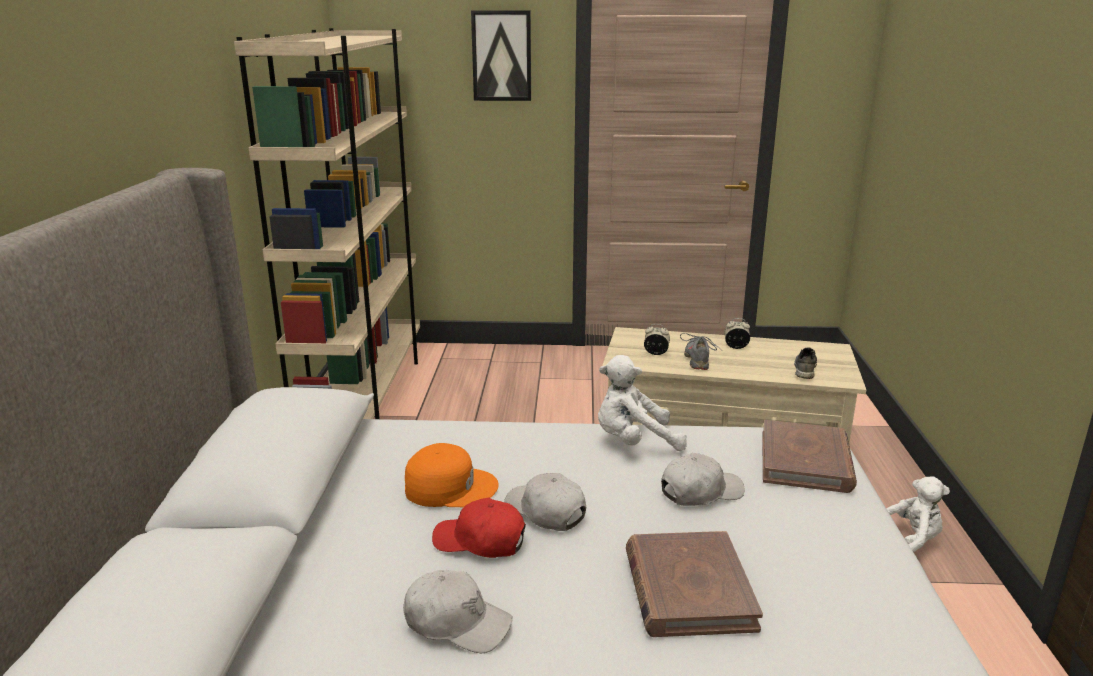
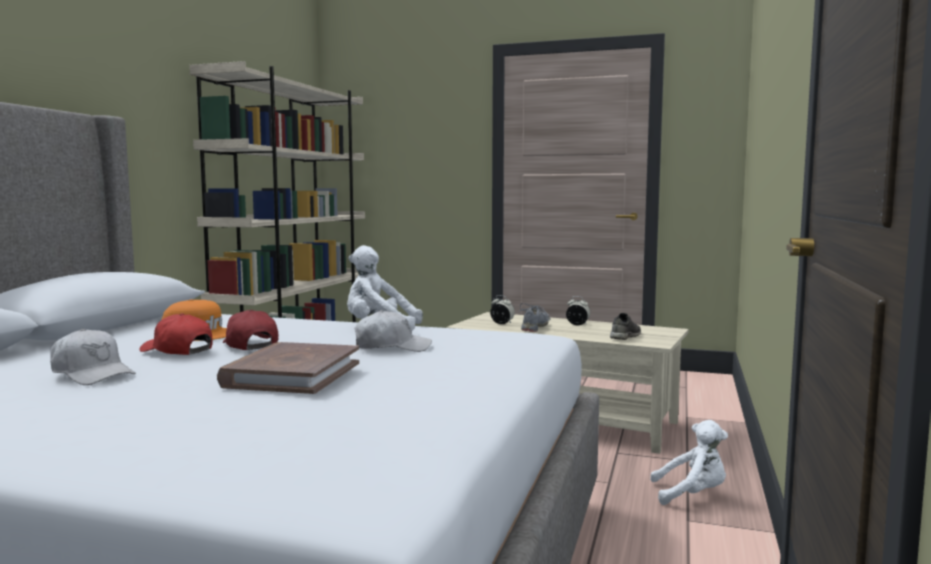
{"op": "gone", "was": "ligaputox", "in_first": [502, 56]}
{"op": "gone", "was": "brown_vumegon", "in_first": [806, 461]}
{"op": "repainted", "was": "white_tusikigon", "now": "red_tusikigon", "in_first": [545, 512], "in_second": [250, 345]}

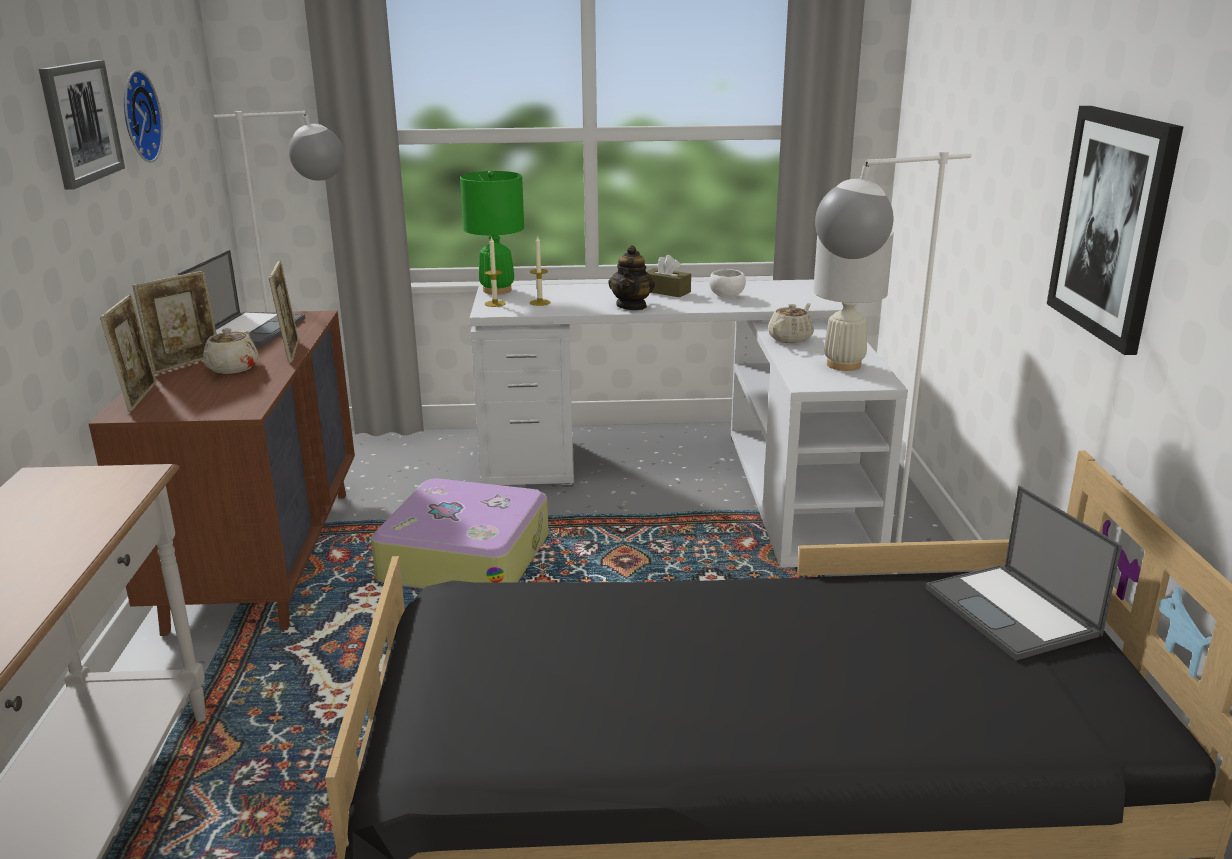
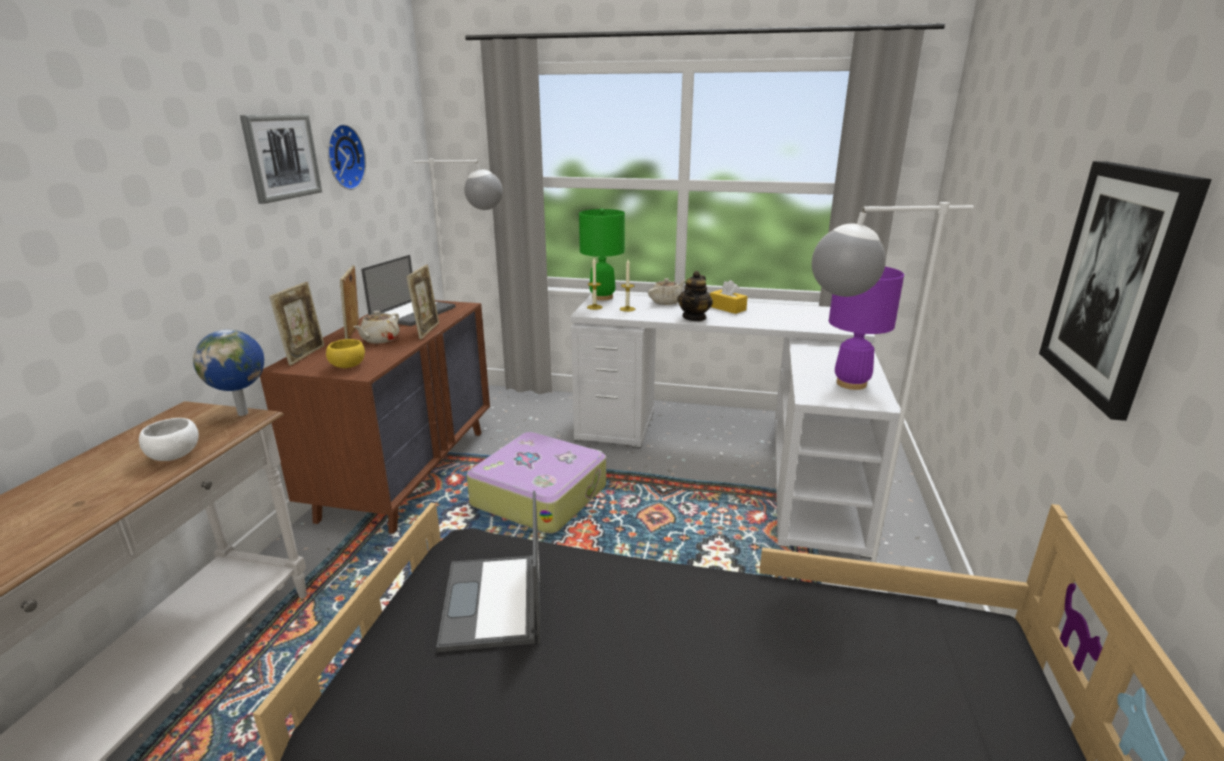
{"op": "new", "now": "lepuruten", "in_second": [244, 413]}
{"op": "new", "now": "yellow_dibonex", "in_second": [349, 366]}
{"op": "shifted", "was": "white_dibonex", "in_first": [726, 295], "in_second": [176, 455]}
{"op": "shifted", "was": "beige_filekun", "in_first": [790, 338], "in_second": [666, 302]}
{"op": "shifted", "was": "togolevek", "in_first": [1013, 612], "in_second": [493, 603]}
{"op": "repainted", "was": "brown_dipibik", "now": "yellow_dipibik", "in_first": [666, 291], "in_second": [727, 308]}
{"op": "repainted", "was": "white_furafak", "now": "purple_furafak", "in_first": [844, 365], "in_second": [851, 383]}
{"op": "rotated", "was": "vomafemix", "in_first": [186, 364], "in_second": [354, 333], "clockwise": 120}

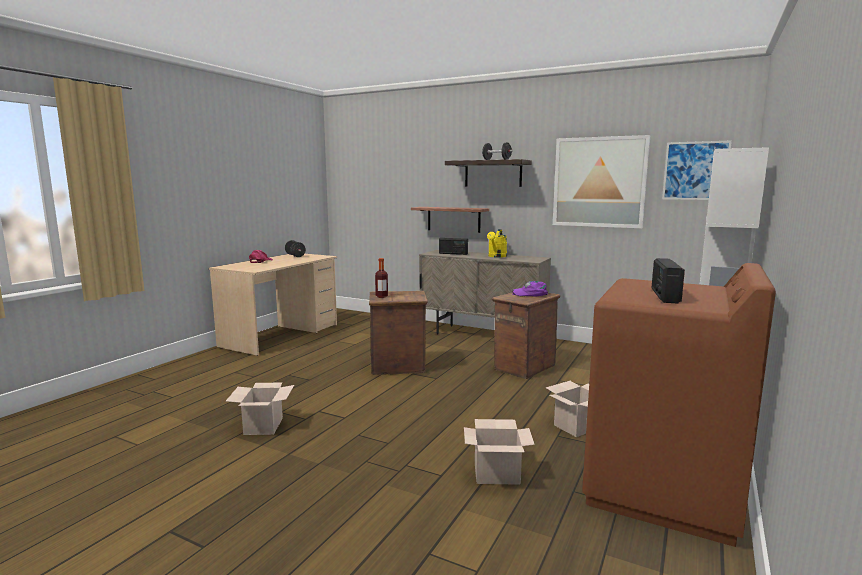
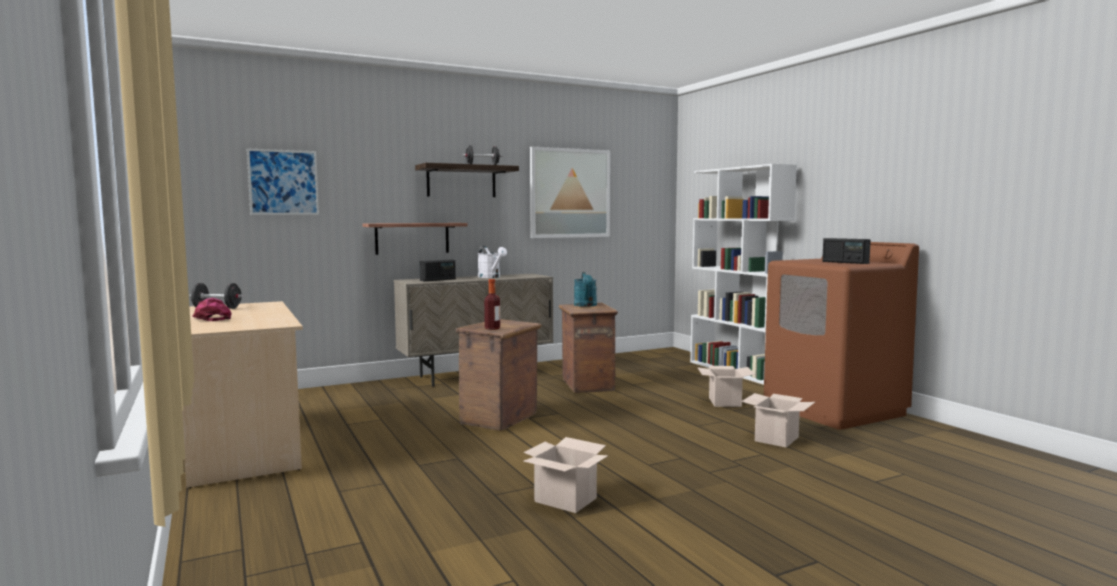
{"op": "shifted", "was": "ligaputox", "in_first": [695, 171], "in_second": [283, 182]}
{"op": "swapped", "was": "purple_tusikigon", "now": "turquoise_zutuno", "in_first": [530, 294], "in_second": [586, 305]}
{"op": "repainted", "was": "yellow_zutuno", "now": "white_zutuno", "in_first": [496, 256], "in_second": [491, 277]}

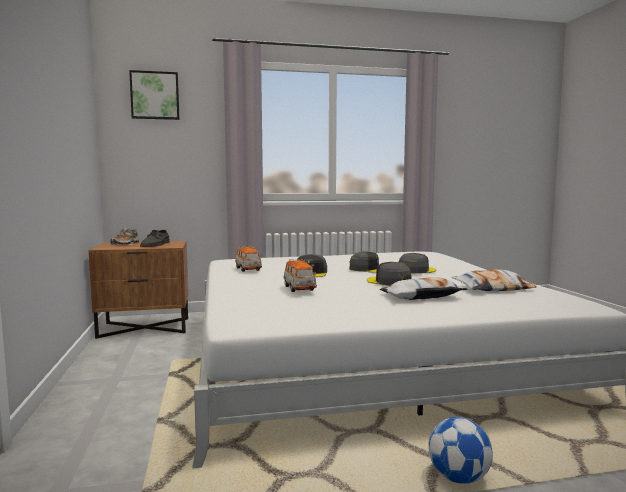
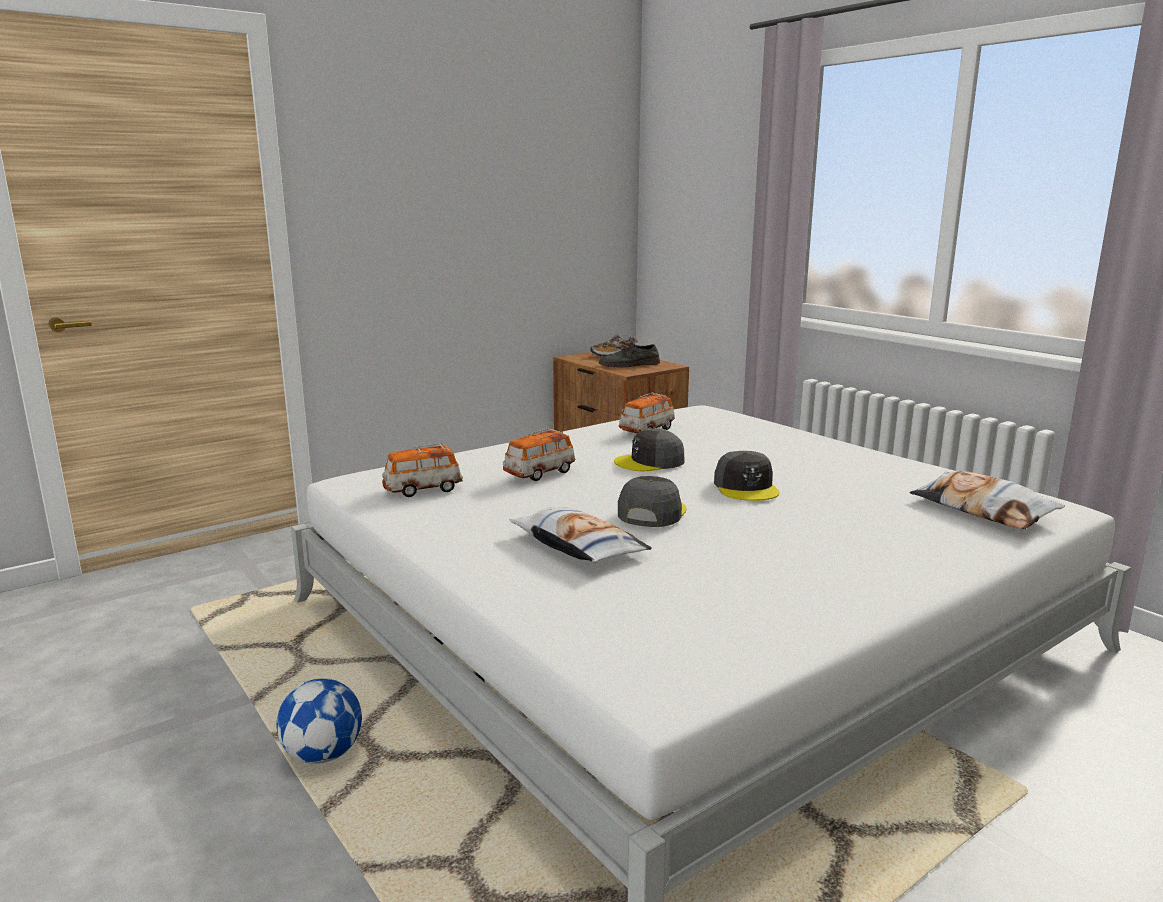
{"op": "gone", "was": "ligaputox", "in_first": [155, 95]}
{"op": "gone", "was": "grey_tusikigon", "in_first": [416, 270]}
{"op": "new", "now": "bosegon", "in_second": [422, 489]}
{"op": "shifted", "was": "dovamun", "in_first": [493, 288], "in_second": [982, 509]}

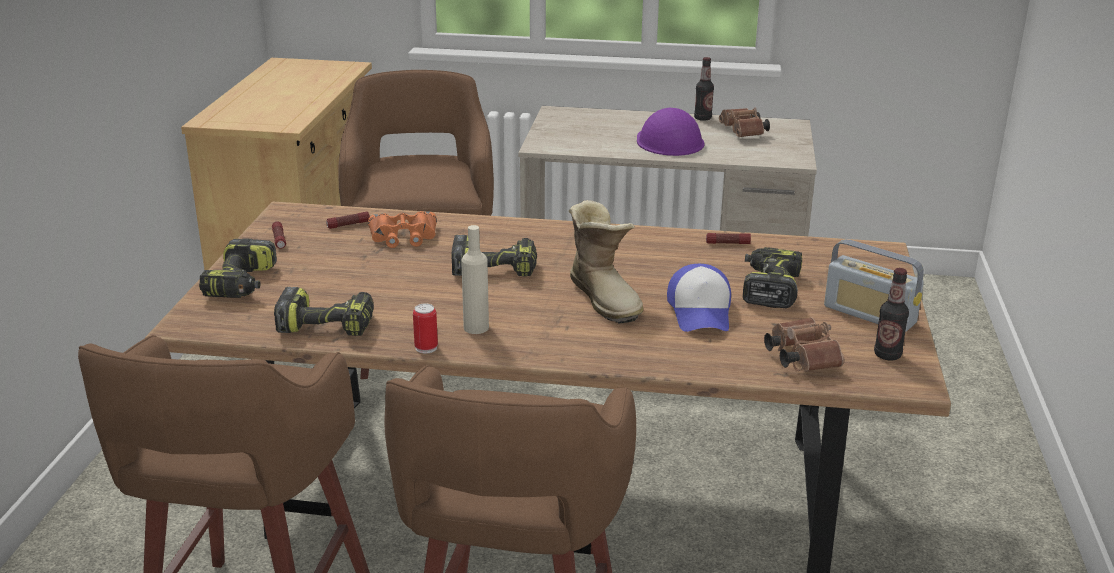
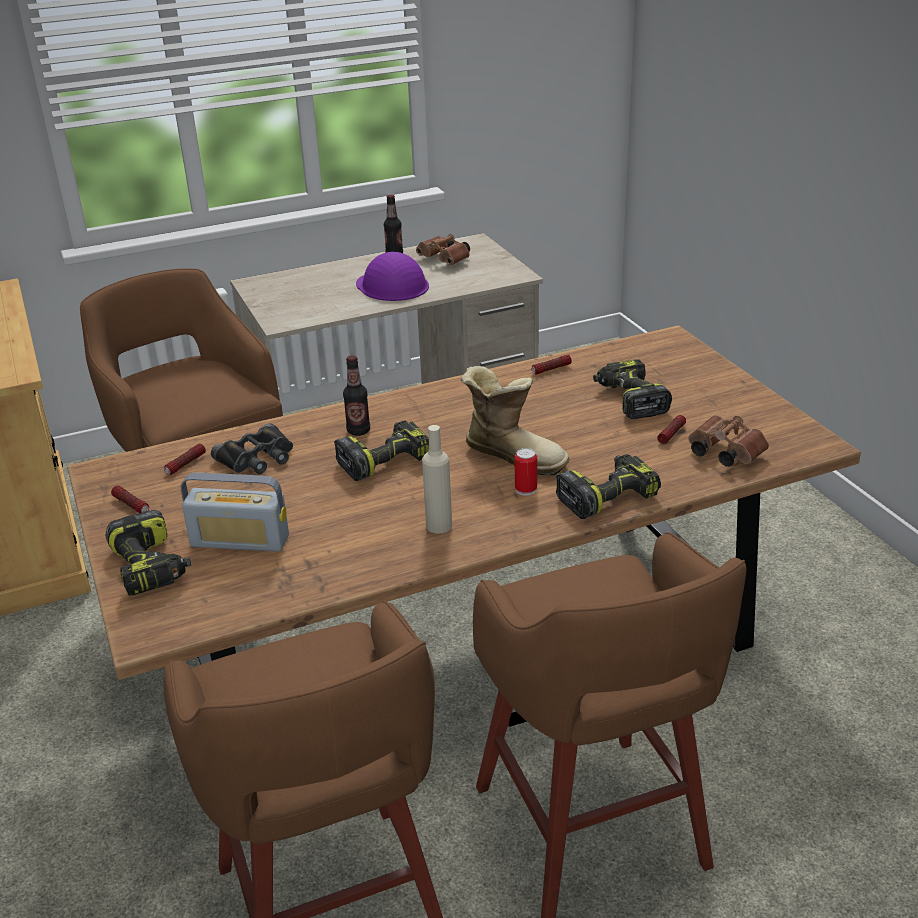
{"op": "gone", "was": "tusikigon", "in_first": [701, 312]}
{"op": "new", "now": "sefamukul", "in_second": [671, 434]}
{"op": "shifted", "was": "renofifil", "in_first": [328, 324], "in_second": [607, 496]}
{"op": "shifted", "was": "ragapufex", "in_first": [426, 348], "in_second": [526, 489]}
{"op": "shifted", "was": "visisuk", "in_first": [869, 315], "in_second": [240, 541]}
{"op": "shifted", "was": "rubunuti", "in_first": [887, 355], "in_second": [358, 431]}
{"op": "repainted", "was": "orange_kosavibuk", "now": "black_kosavibuk", "in_first": [403, 236], "in_second": [257, 458]}

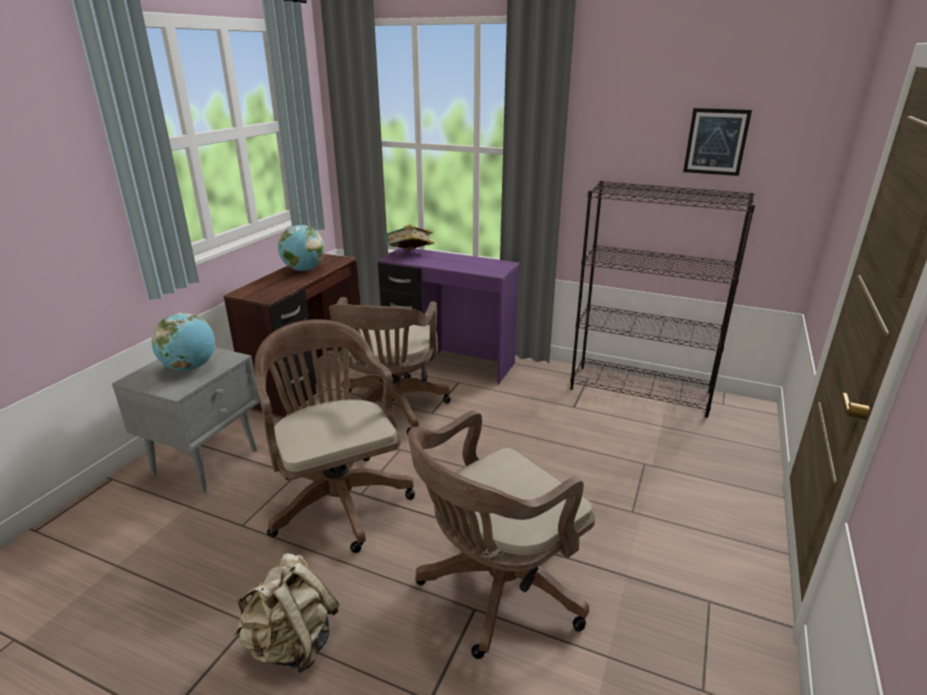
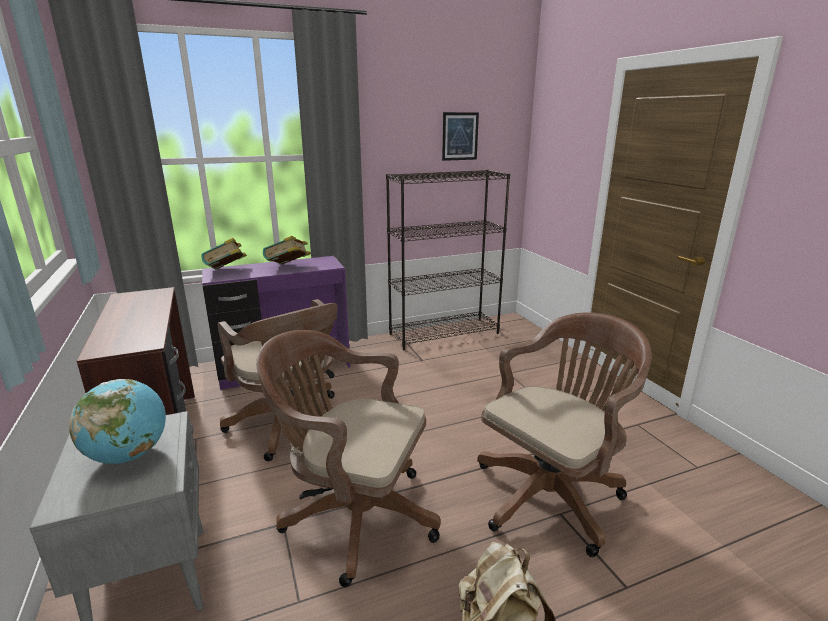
{"op": "gone", "was": "lepuruten", "in_first": [303, 270]}
{"op": "new", "now": "vumegon", "in_second": [288, 268]}
{"op": "rotated", "was": "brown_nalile", "in_first": [496, 590], "in_second": [552, 493], "clockwise": -135}

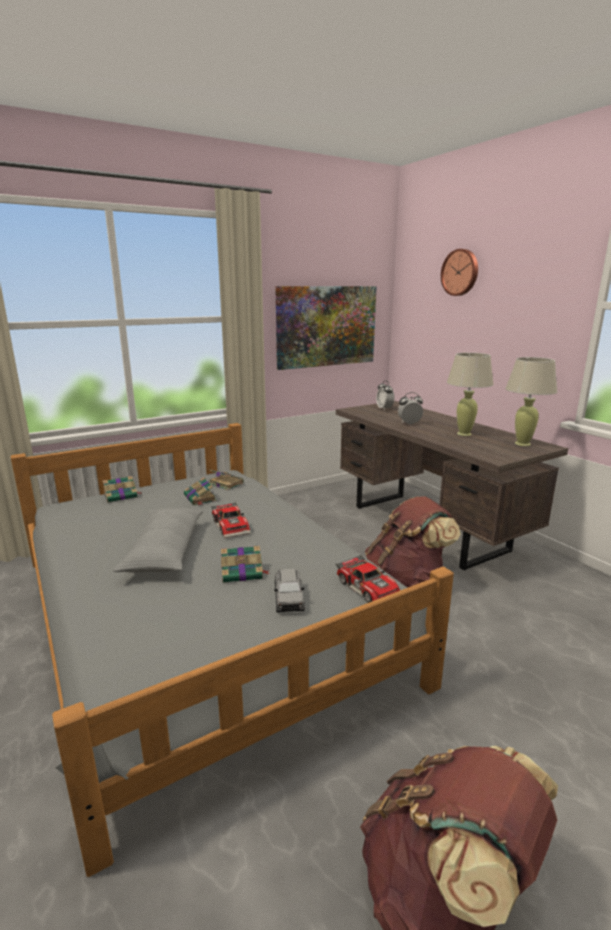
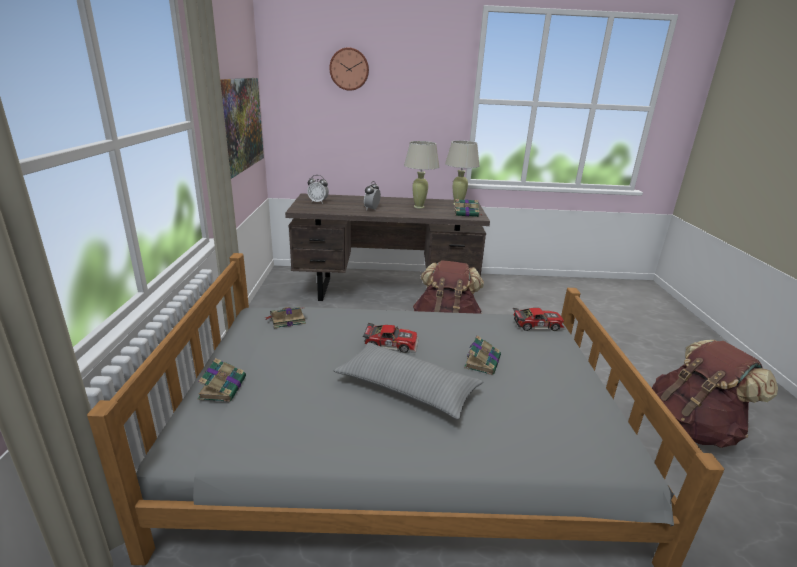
{"op": "gone", "was": "grey_bosegon", "in_first": [289, 599]}
{"op": "shifted", "was": "vumegon", "in_first": [200, 498], "in_second": [466, 214]}

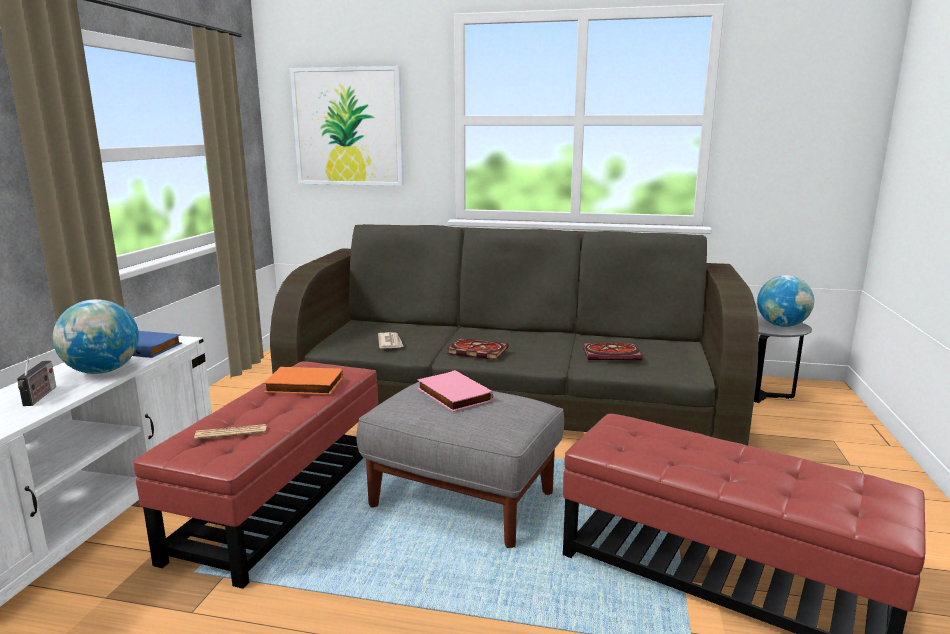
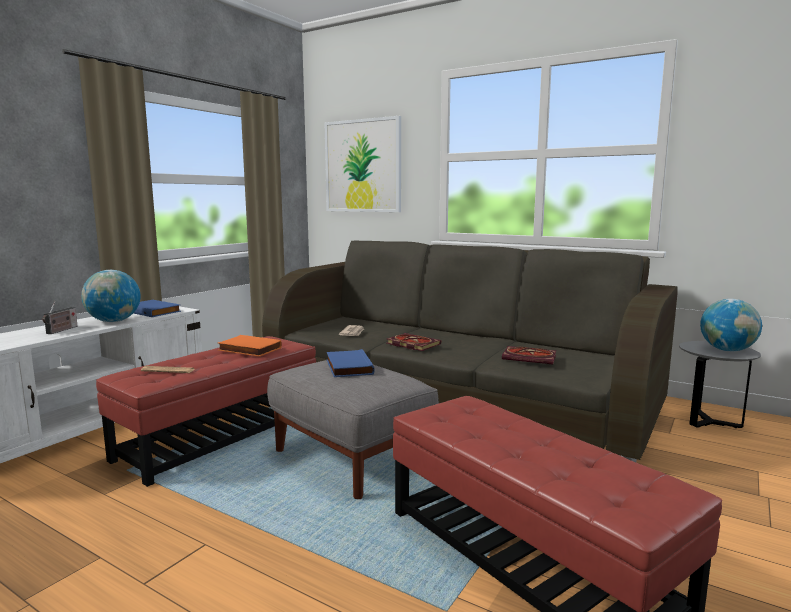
{"op": "repainted", "was": "pink_vumegon", "now": "blue_vumegon", "in_first": [452, 395], "in_second": [347, 367]}

